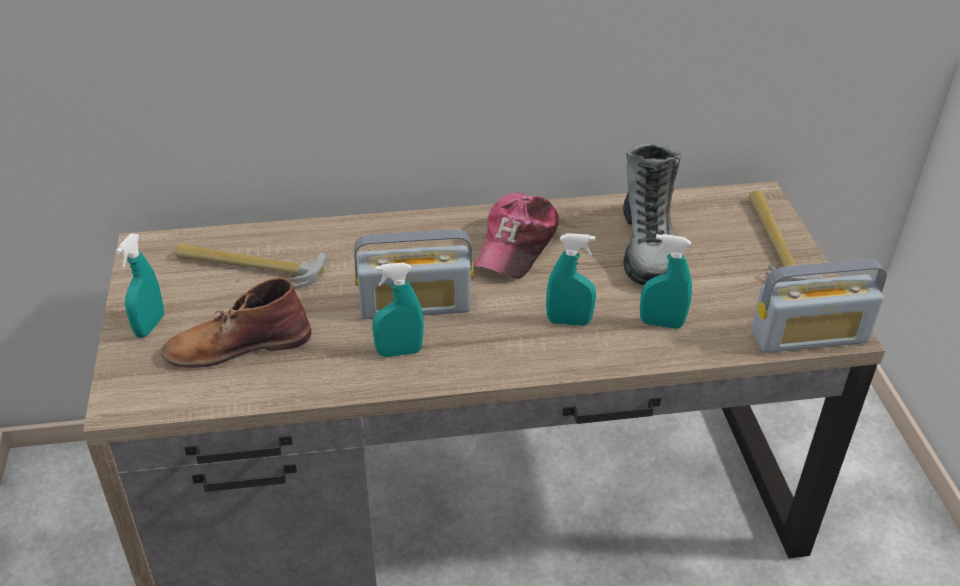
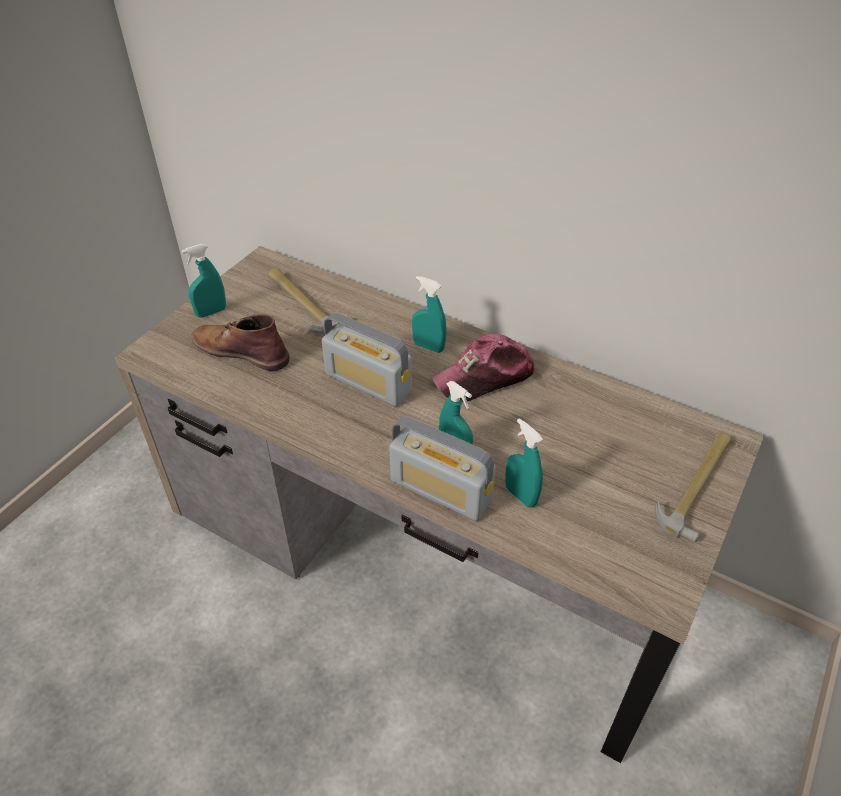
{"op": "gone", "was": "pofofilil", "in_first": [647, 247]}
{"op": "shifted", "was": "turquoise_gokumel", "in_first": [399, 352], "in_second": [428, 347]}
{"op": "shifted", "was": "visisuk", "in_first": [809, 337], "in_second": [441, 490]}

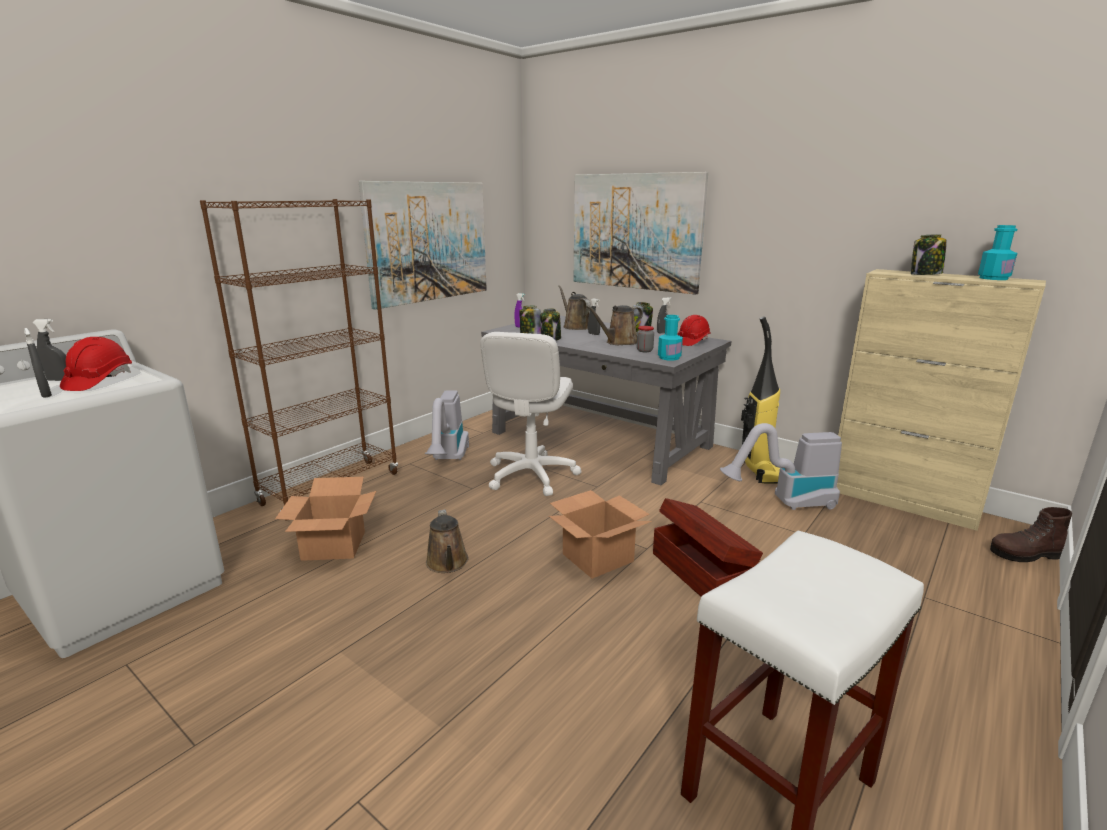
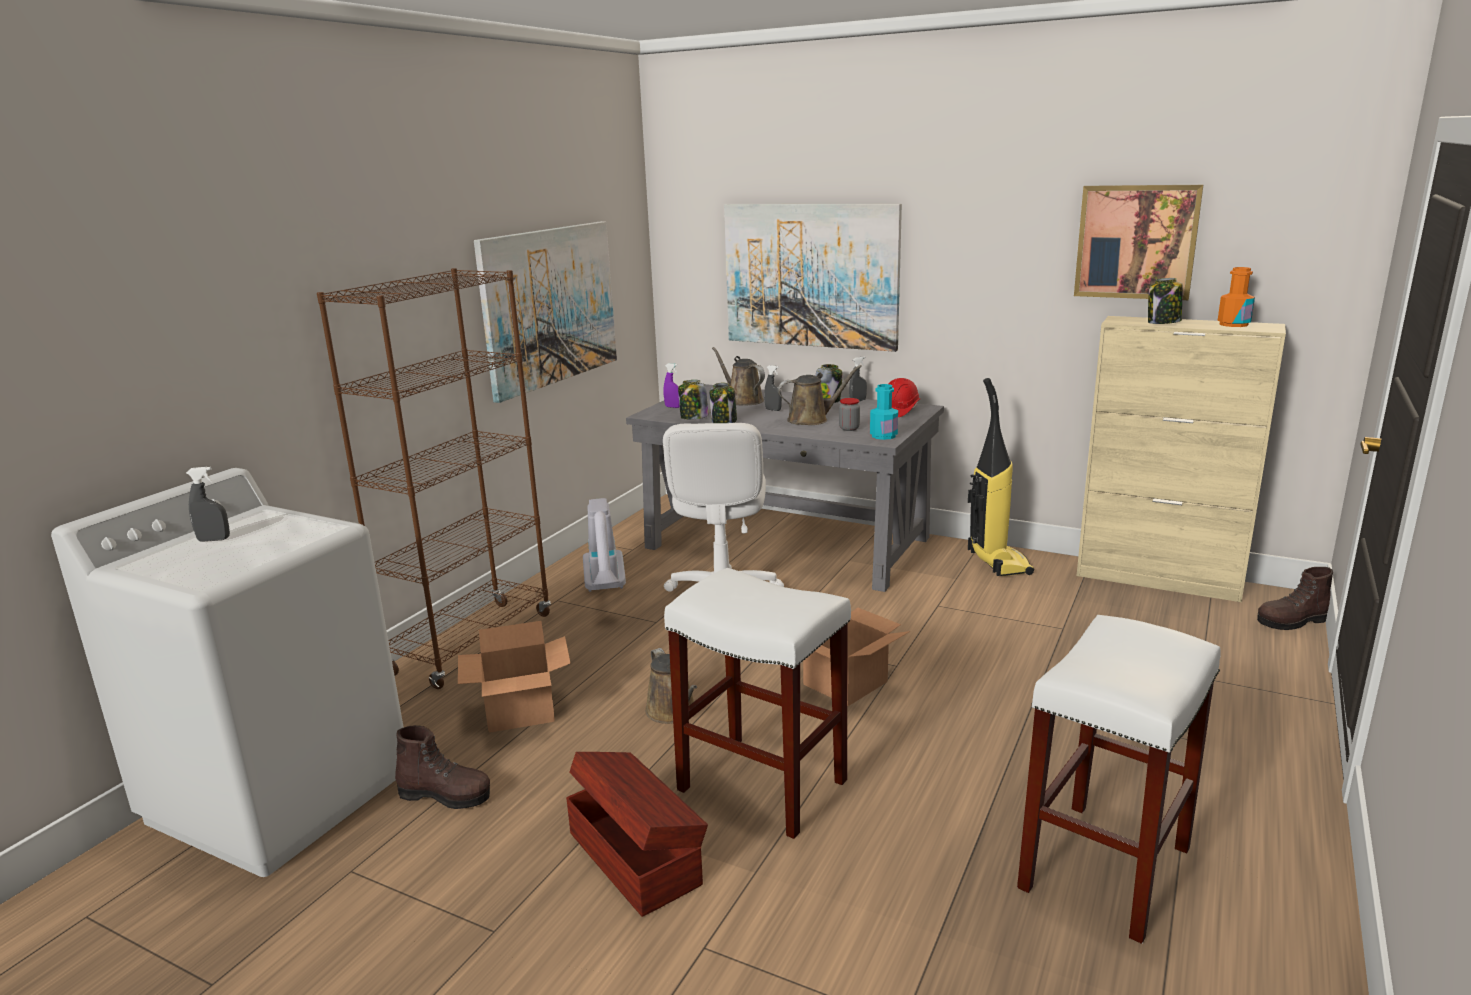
{"op": "gone", "was": "grey_gokumel", "in_first": [46, 394]}
{"op": "gone", "was": "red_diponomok", "in_first": [99, 381]}
{"op": "gone", "was": "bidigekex", "in_first": [785, 503]}
{"op": "new", "now": "brown_pofofilil", "in_second": [446, 795]}
{"op": "new", "now": "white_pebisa", "in_second": [759, 785]}
{"op": "new", "now": "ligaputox", "in_second": [1136, 242]}
{"op": "shifted", "was": "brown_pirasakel", "in_first": [700, 572], "in_second": [635, 856]}
{"op": "repainted", "was": "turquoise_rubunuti", "now": "orange_rubunuti", "in_first": [993, 278], "in_second": [1233, 324]}
{"op": "rotated", "was": "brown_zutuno", "in_first": [619, 342], "in_second": [812, 419], "clockwise": -150}

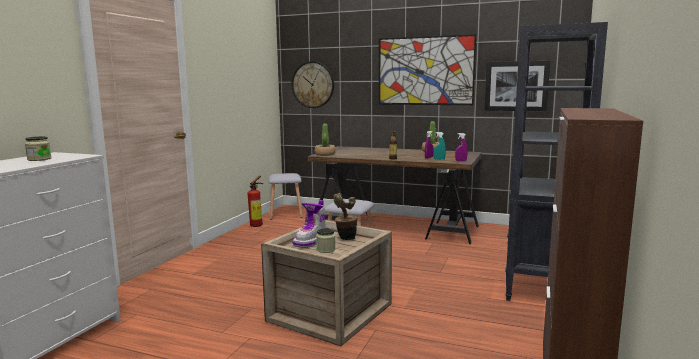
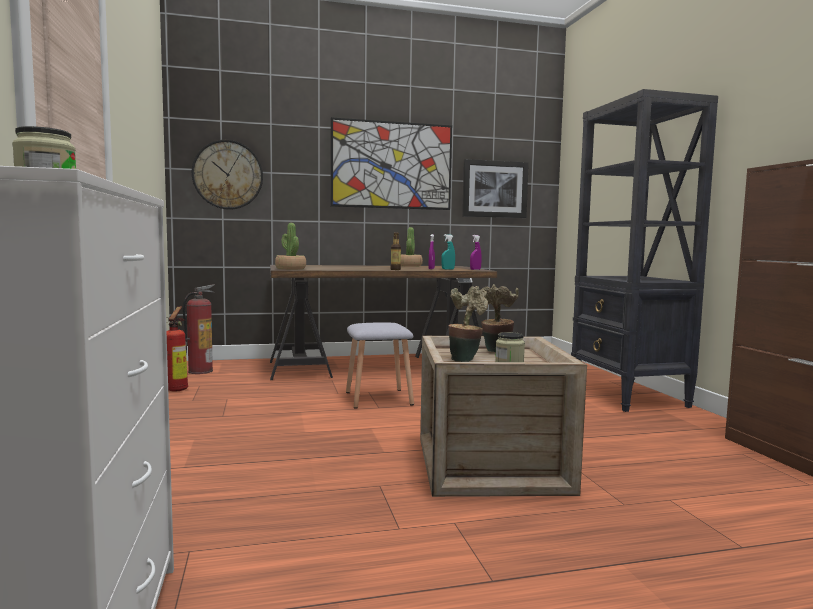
{"op": "swapped", "was": "grey_pebisa", "now": "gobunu", "in_first": [286, 214], "in_second": [200, 371]}
{"op": "swapped", "was": "pofofilil", "now": "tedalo", "in_first": [312, 241], "in_second": [465, 359]}

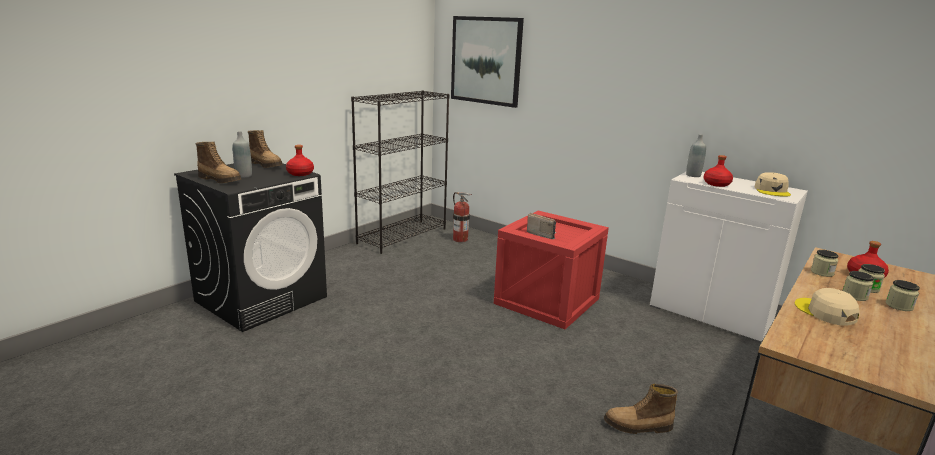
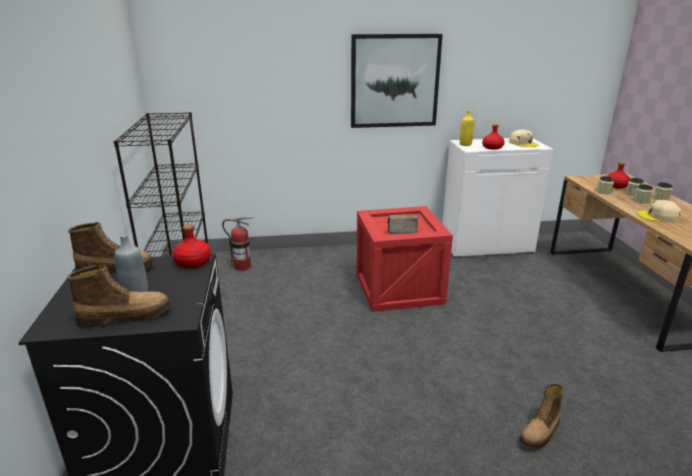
{"op": "shifted", "was": "ligaputox", "in_first": [486, 60], "in_second": [394, 81]}
{"op": "shifted", "was": "pofofilil", "in_first": [638, 426], "in_second": [540, 432]}
{"op": "repainted", "was": "grey_rubunuti", "now": "yellow_rubunuti", "in_first": [693, 175], "in_second": [465, 144]}

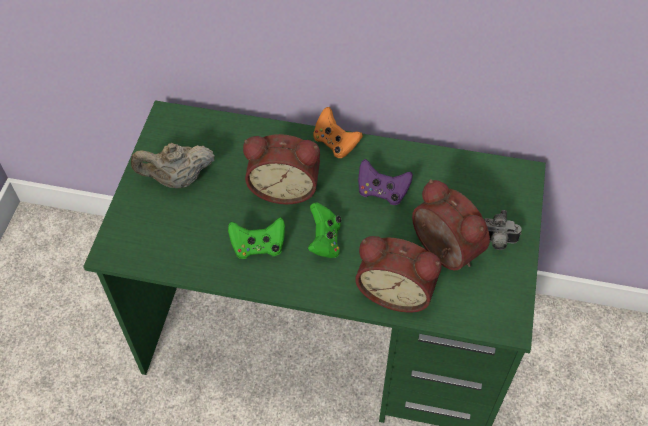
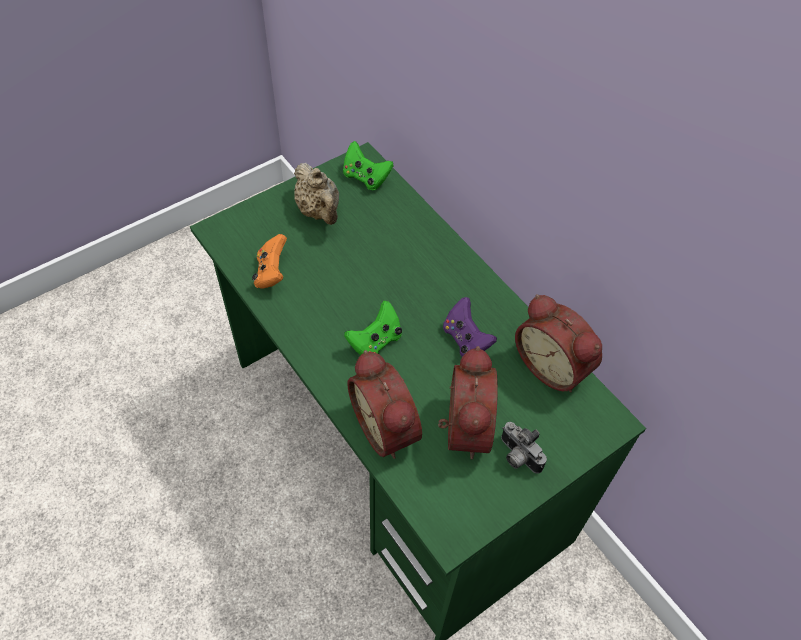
{"op": "shifted", "was": "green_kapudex", "in_first": [258, 247], "in_second": [366, 177]}
{"op": "shifted", "was": "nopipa", "in_first": [285, 187], "in_second": [553, 365]}
{"op": "shifted", "was": "orange_kapudex", "in_first": [335, 143], "in_second": [271, 273]}
{"op": "rotated", "was": "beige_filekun", "in_first": [177, 179], "in_second": [319, 212], "clockwise": -150}

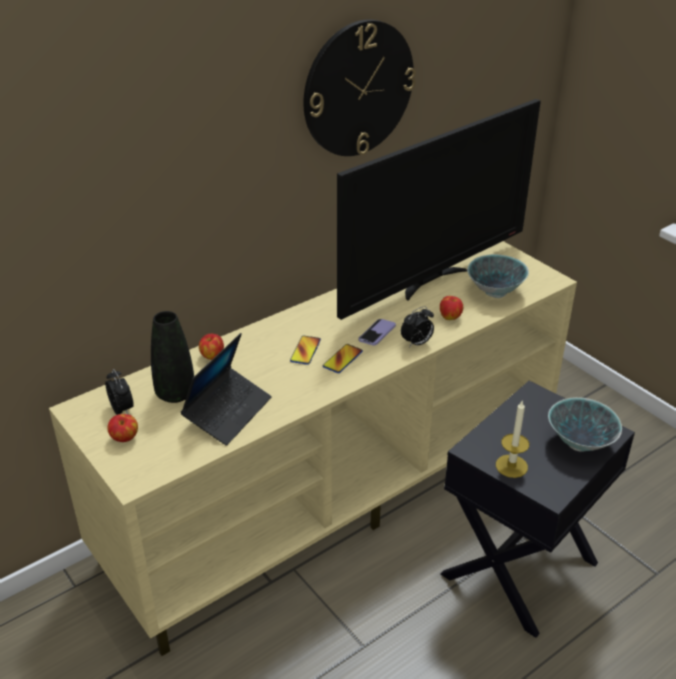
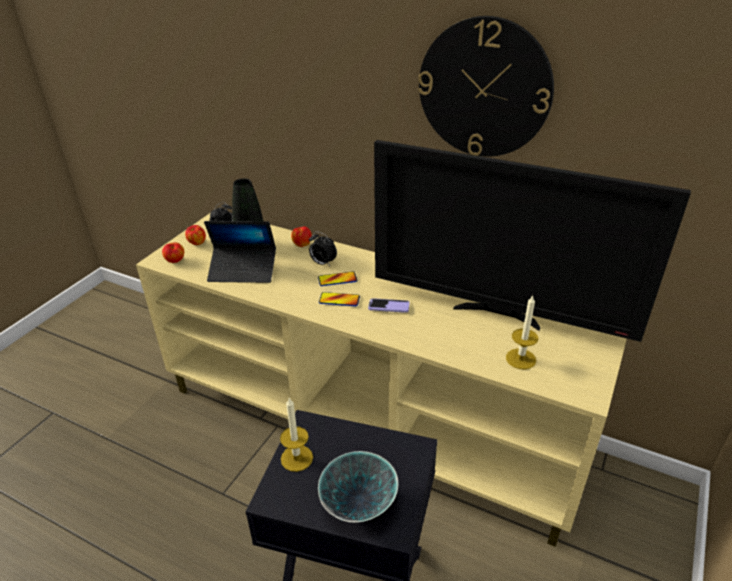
{"op": "shifted", "was": "nopipa", "in_first": [417, 343], "in_second": [322, 263]}
{"op": "shifted", "was": "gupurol", "in_first": [450, 317], "in_second": [175, 261]}
{"op": "swapped", "was": "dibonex", "now": "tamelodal", "in_first": [495, 292], "in_second": [520, 359]}

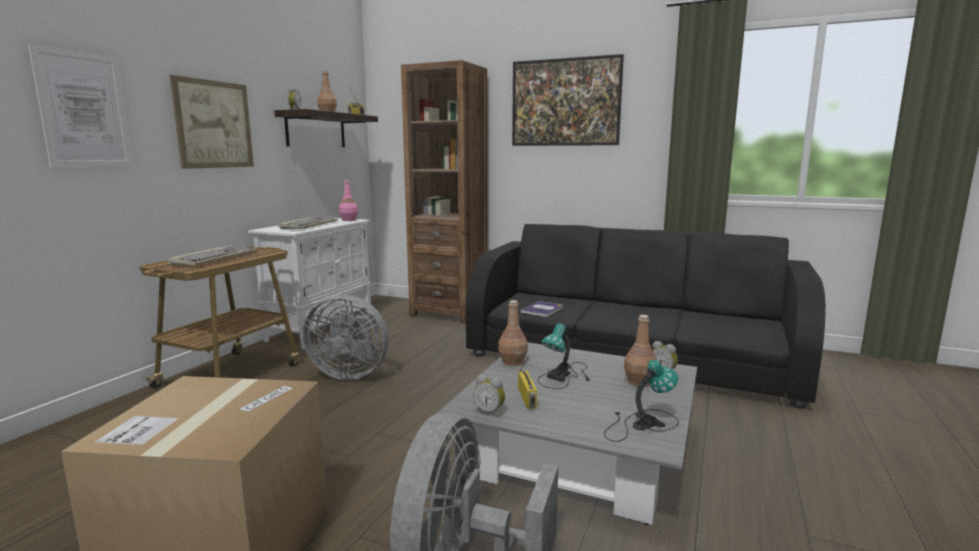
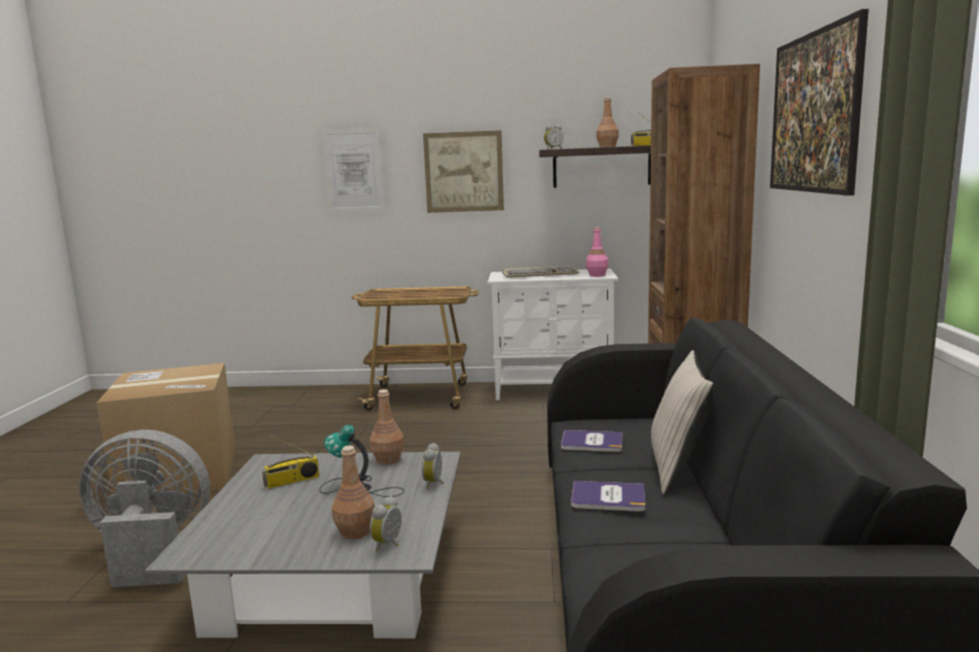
{"op": "gone", "was": "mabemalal", "in_first": [215, 258]}
{"op": "gone", "was": "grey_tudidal", "in_first": [349, 373]}
{"op": "gone", "was": "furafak", "in_first": [640, 424]}
{"op": "new", "now": "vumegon", "in_second": [608, 497]}
{"op": "new", "now": "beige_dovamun", "in_second": [678, 468]}
{"op": "shifted", "was": "nopipa", "in_first": [490, 412], "in_second": [435, 483]}

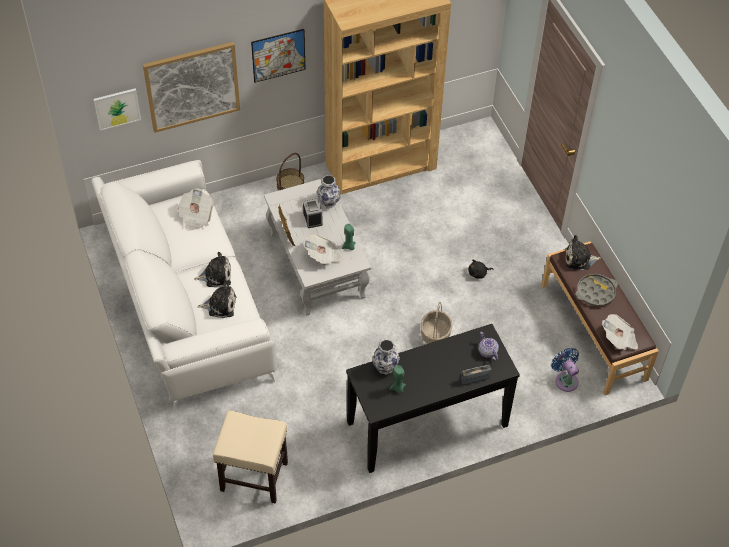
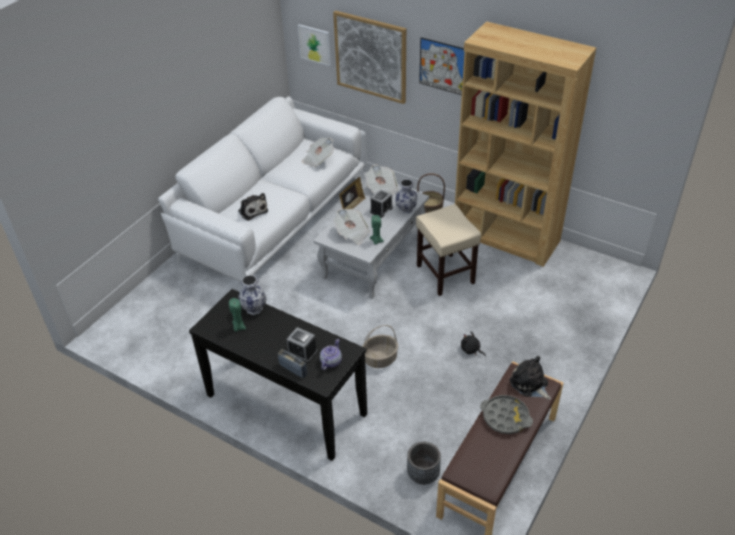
{"op": "gone", "was": "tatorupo", "in_first": [216, 275]}
{"op": "new", "now": "nopipa", "in_second": [302, 352]}
{"op": "shifted", "was": "beige_pebisa", "in_first": [253, 476], "in_second": [444, 274]}
{"op": "shifted", "was": "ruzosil", "in_first": [619, 339], "in_second": [382, 189]}
{"op": "swapped", "was": "blue_tudidal", "now": "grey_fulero", "in_first": [565, 379], "in_second": [423, 474]}

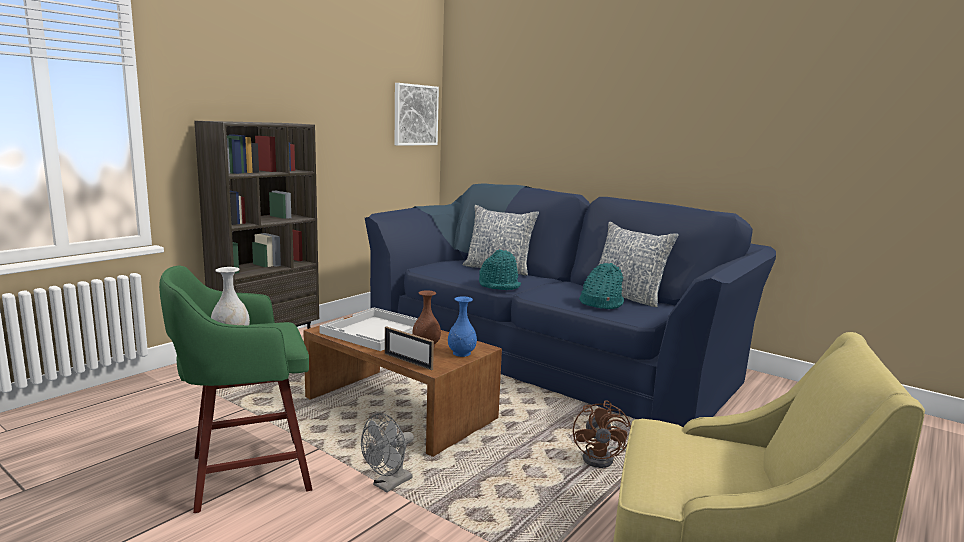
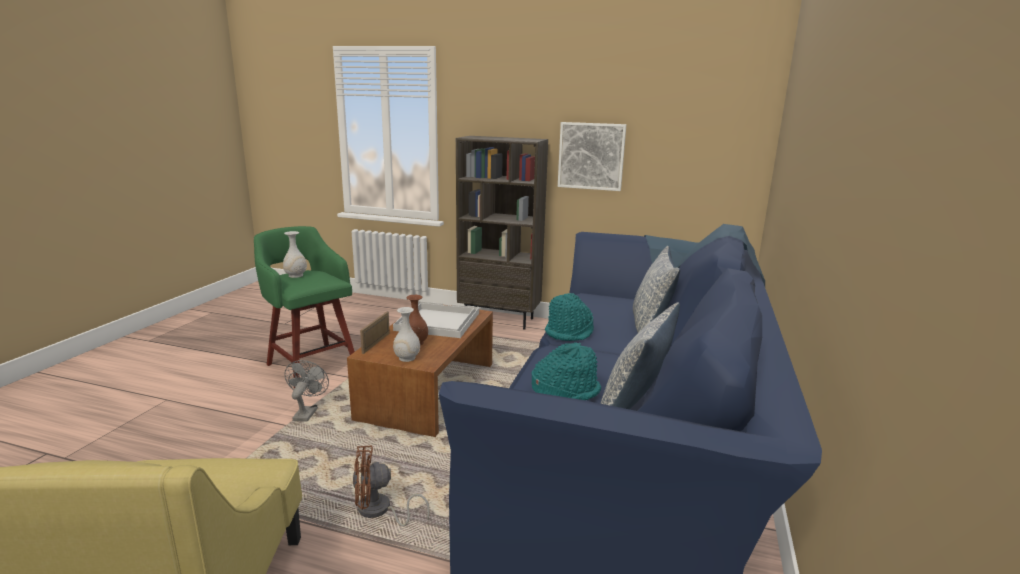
{"op": "shifted", "was": "ligaputox", "in_first": [415, 115], "in_second": [591, 156]}
{"op": "repainted", "was": "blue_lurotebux", "now": "white_lurotebux", "in_first": [461, 353], "in_second": [407, 358]}
{"op": "rotated", "was": "grey_tudidal", "in_first": [388, 485], "in_second": [307, 412], "clockwise": 75}

